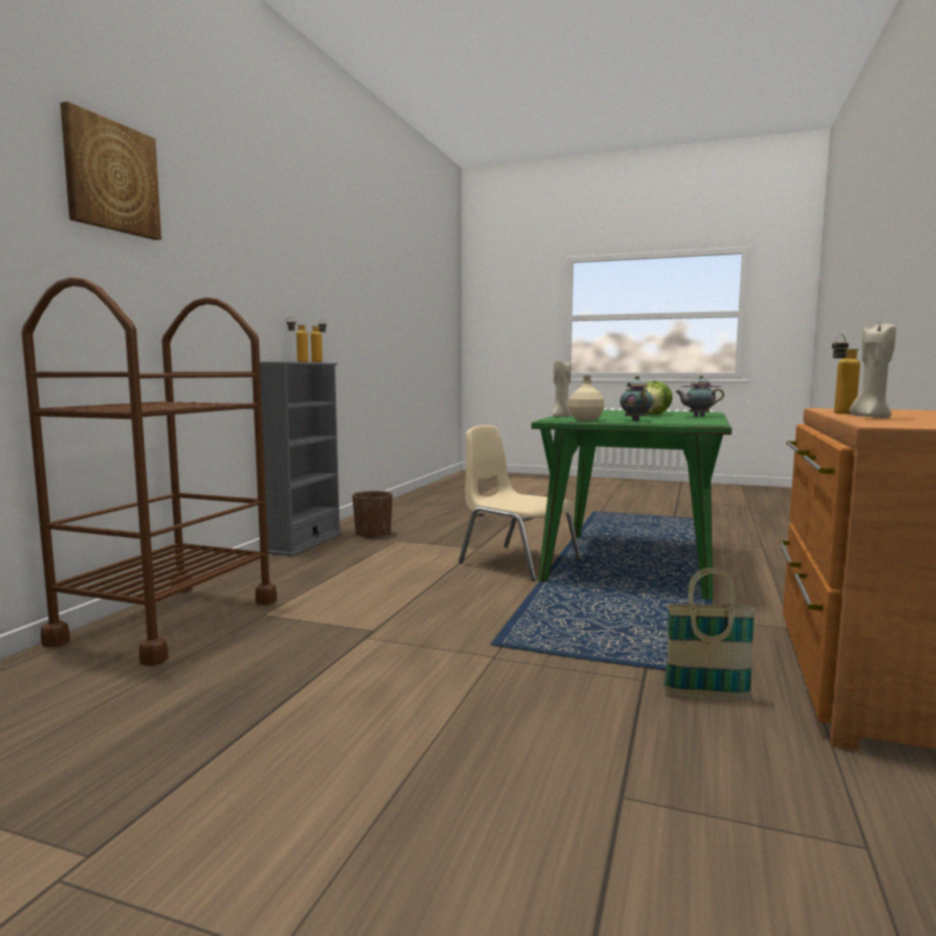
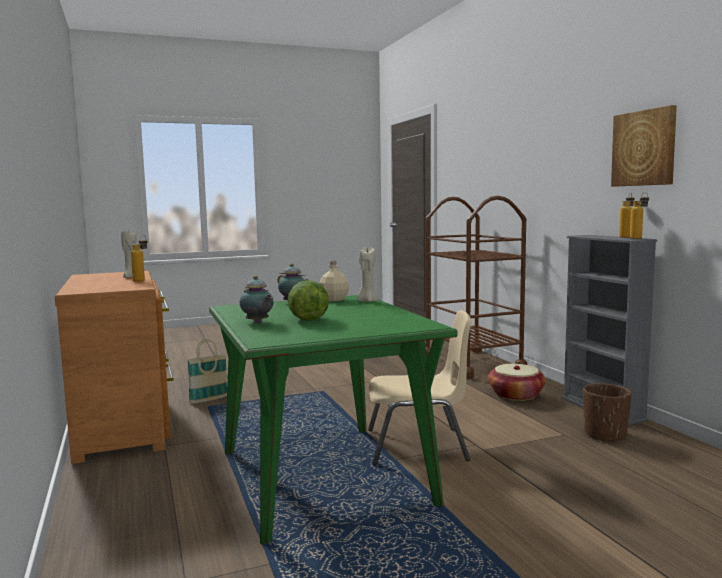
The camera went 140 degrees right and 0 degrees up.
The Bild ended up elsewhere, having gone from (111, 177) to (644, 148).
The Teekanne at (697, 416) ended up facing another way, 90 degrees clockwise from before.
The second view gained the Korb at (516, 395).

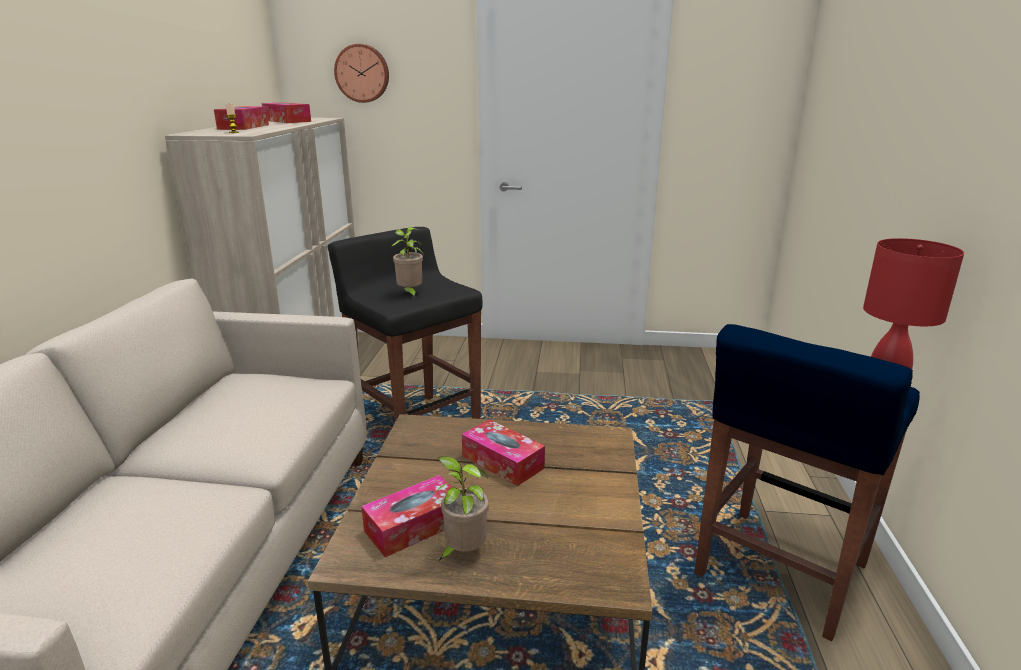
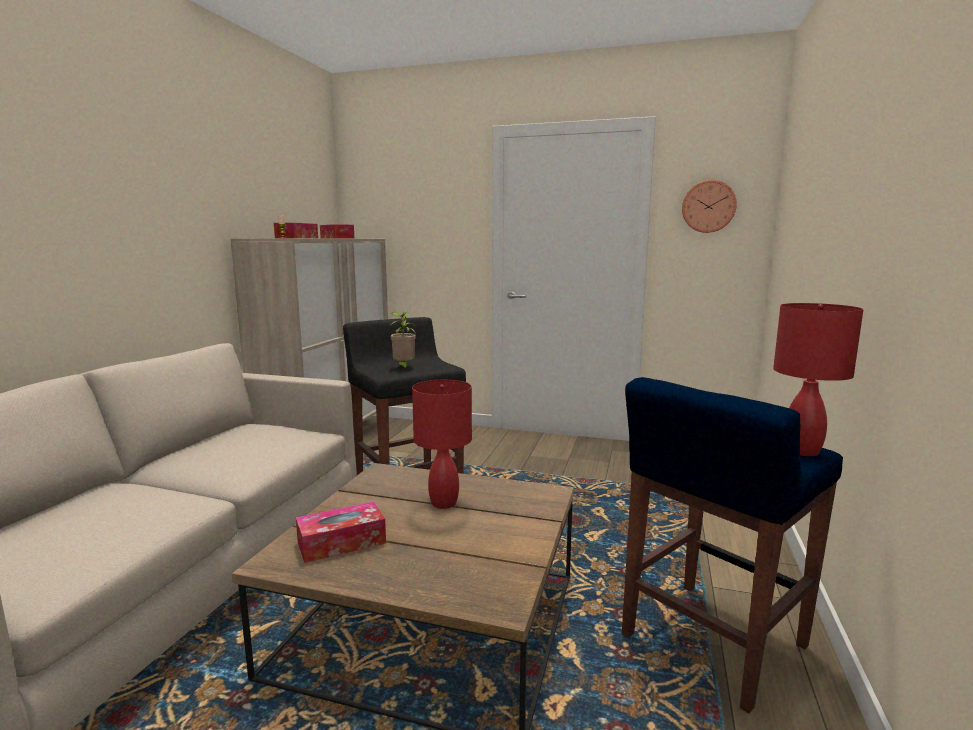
The camera went 10 degrees right and 10 degrees down.
The Wanduhr ended up elsewhere, having gone from (362, 73) to (708, 206).
The second view lost the Topfpflanze at (463, 552).
Where the Taschentuchbox stood at (502, 462), the Tischlampe [rot] came to stand at (443, 503).

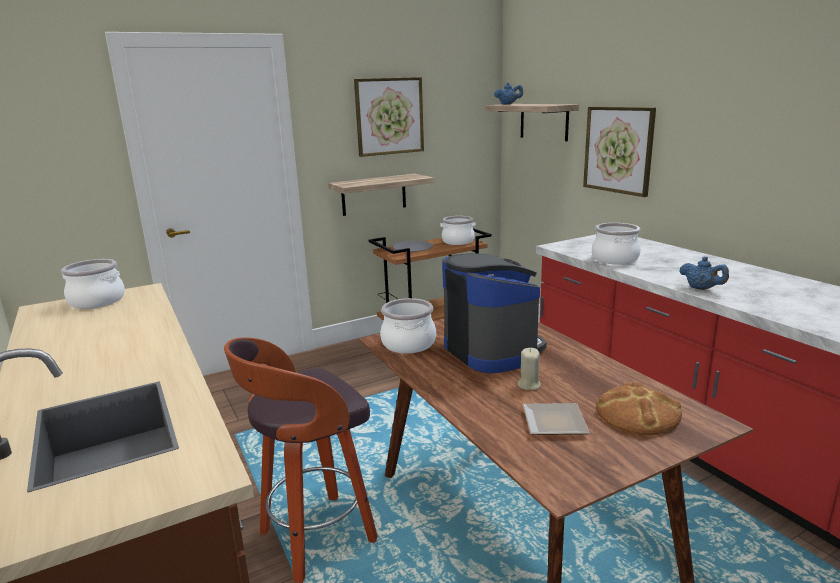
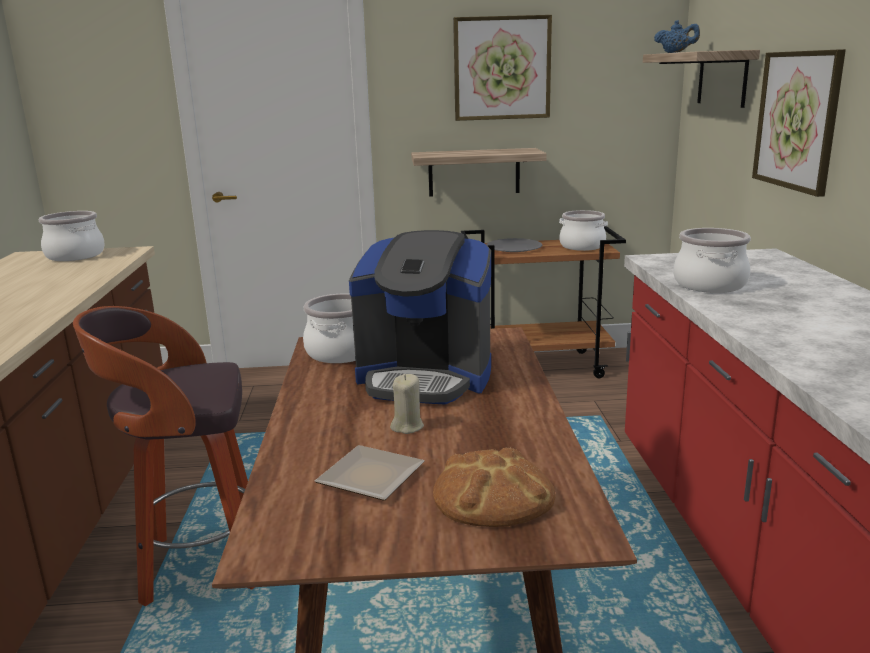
The camera went 25 degrees right and 0 degrees up.
The Kaffeemaschine at (492, 350) ended up facing another way, 105 degrees clockwise from before.
The second view lost the Teekanne [blau] at (701, 289).

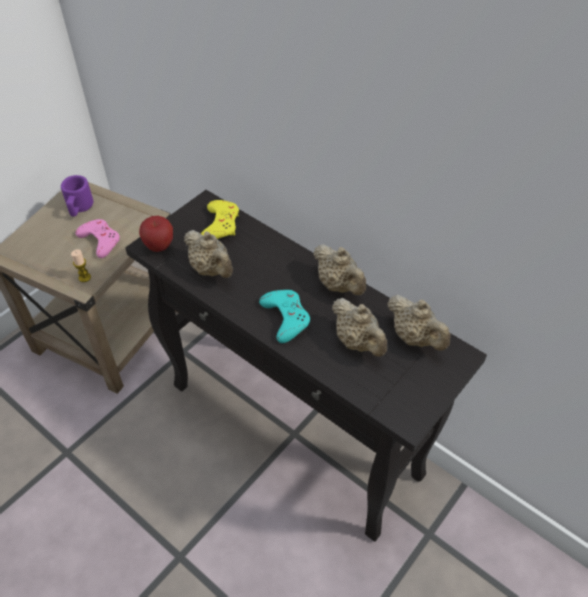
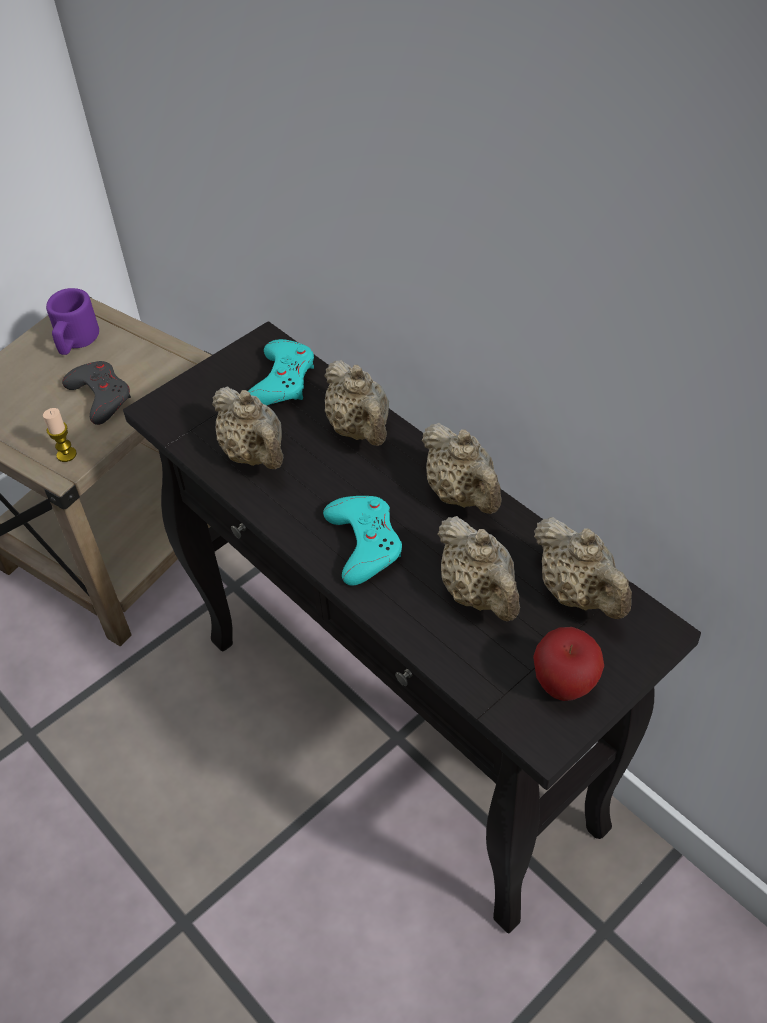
The camera went 10 degrees right and 0 degrees up.
What was the Gamepad [rosa] at (100, 240) turned into the Gamepad [grau] at (100, 396).
The Apfel ended up elsewhere, having gone from (159, 247) to (564, 685).
What was the Gamepad [gelb] at (220, 225) turned into the Gamepad [türkis] at (282, 381).
The second view gained the Teekanne [beige] at (360, 430).

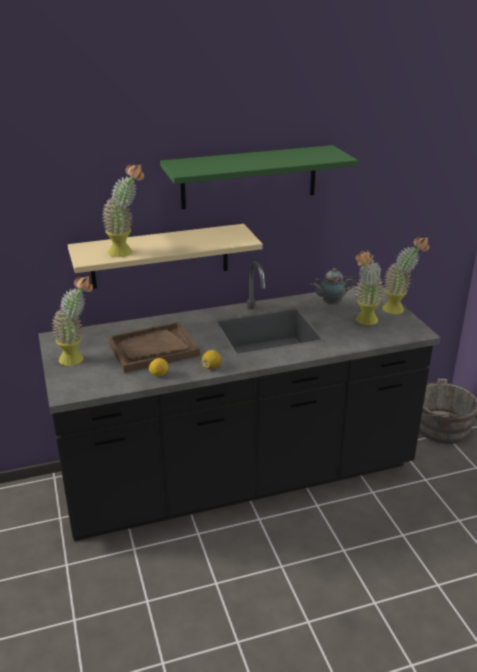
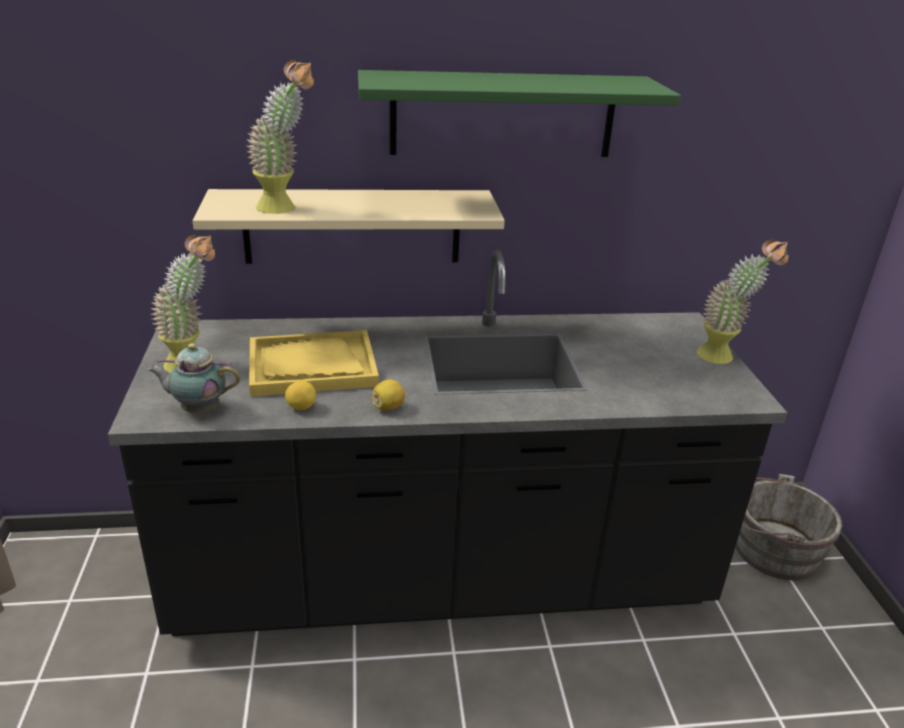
The camera went 10 degrees right and 0 degrees up.
What was the Tablett [braun] at (153, 349) turned into the Tablett [gelb] at (312, 366).
The Teekanne ended up elsewhere, having gone from (330, 303) to (198, 409).
The second view lost the Topfpflanze at (364, 322).

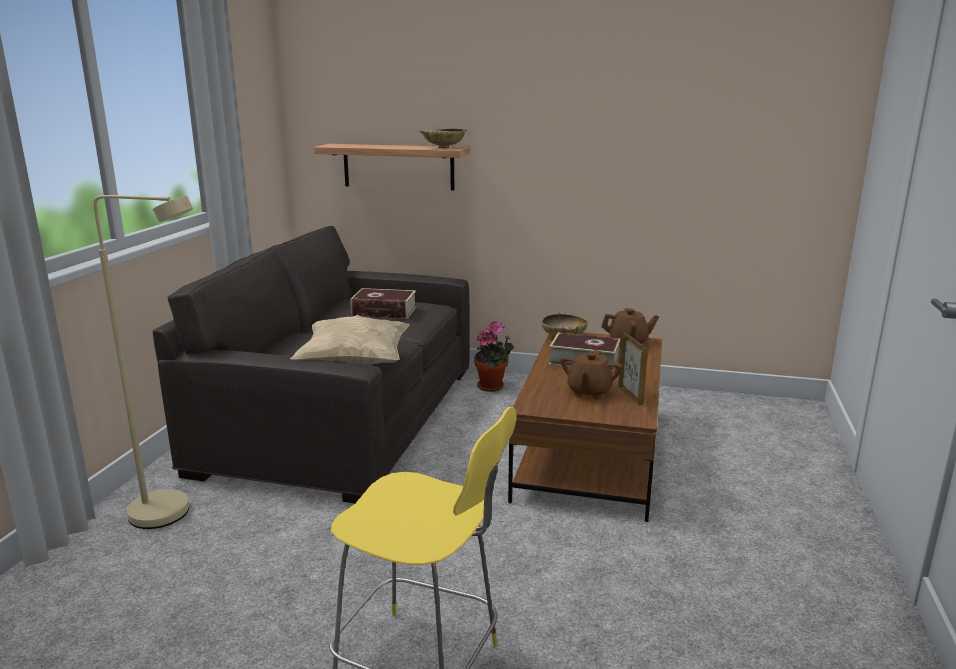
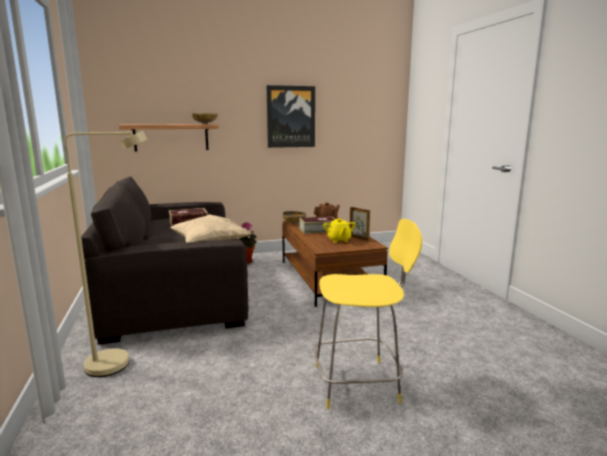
The camera went 30 degrees left and 5 degrees down.
What was the Teekanne [braun] at (589, 392) turned into the Teekanne [gelb] at (339, 240).
The second view gained the Bild at (291, 117).

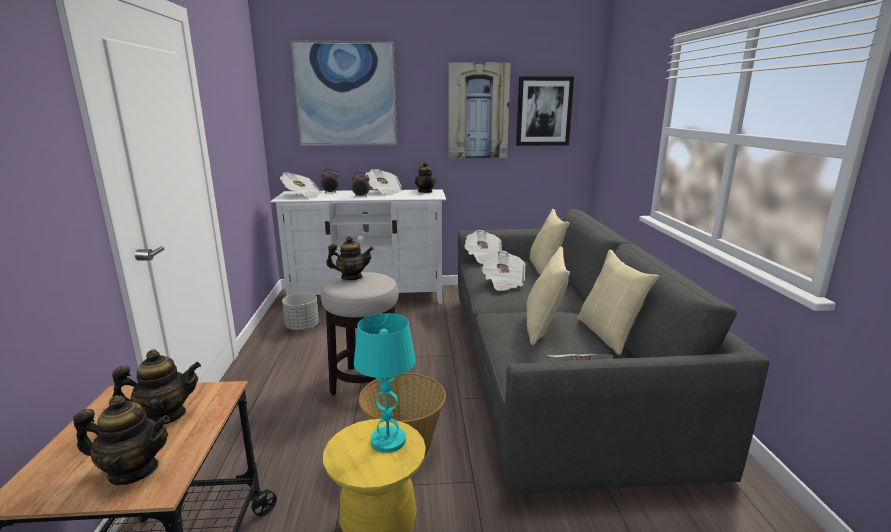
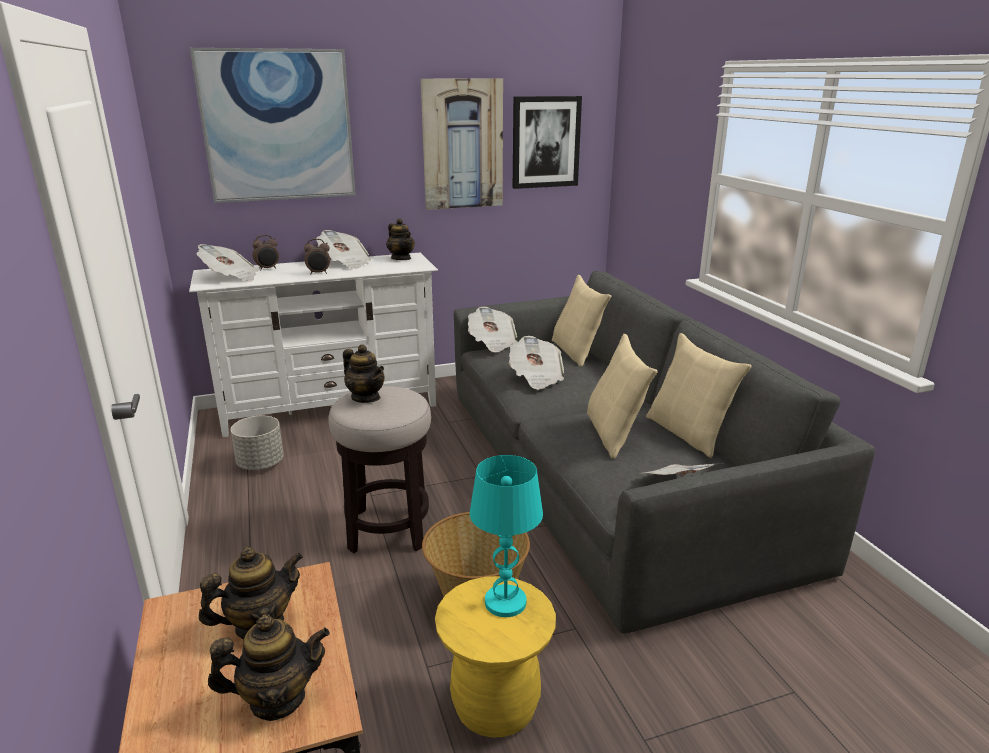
The camera went 15 degrees left and 5 degrees up.
The Teekanne at (351, 277) ended up facing another way, 60 degrees clockwise from before.

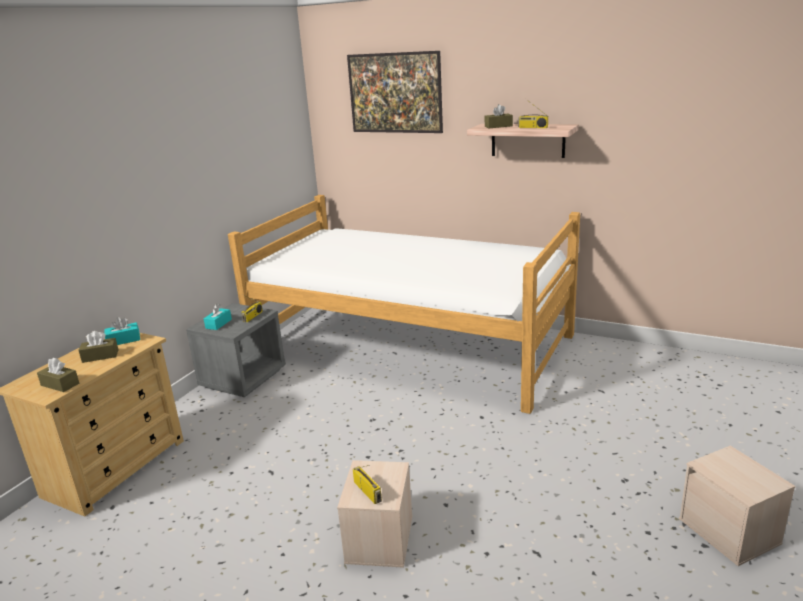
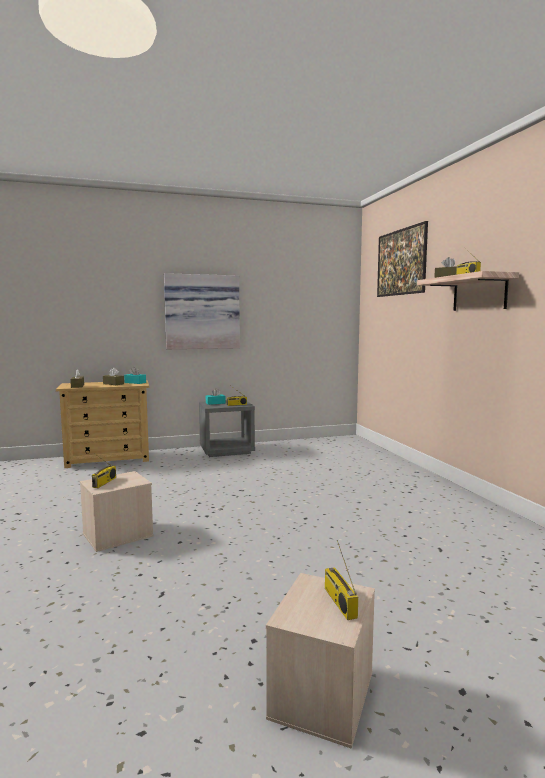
The camera went 45 degrees right and 15 degrees down.
The second view lost the Bett at (410, 344).
The second view gained the Bild at (202, 312).
The second view gained the Radio at (338, 602).

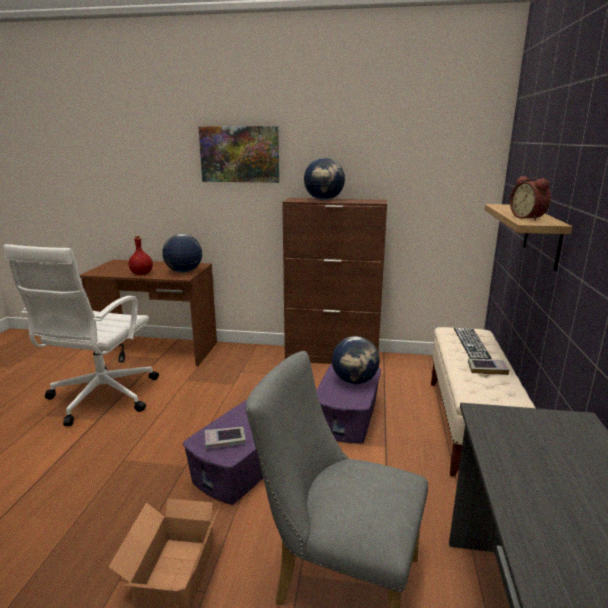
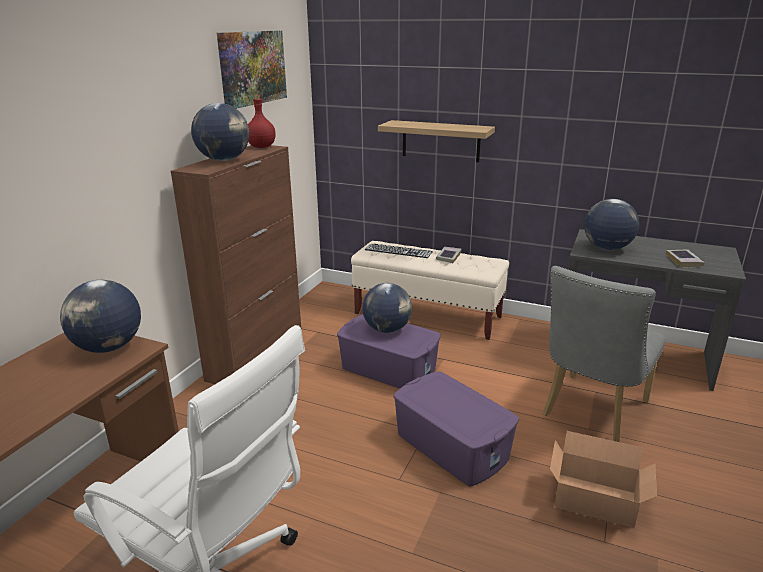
The camera went 75 degrees left and 5 degrees up.
The Flasche [rot] ended up elsewhere, having gone from (141, 274) to (262, 147).
The Bild ended up elsewhere, having gone from (240, 154) to (252, 68).
The Buch ended up elsewhere, having gone from (225, 440) to (683, 261).
The second view lost the Wecker at (528, 218).
The second view gained the Globus at (606, 248).

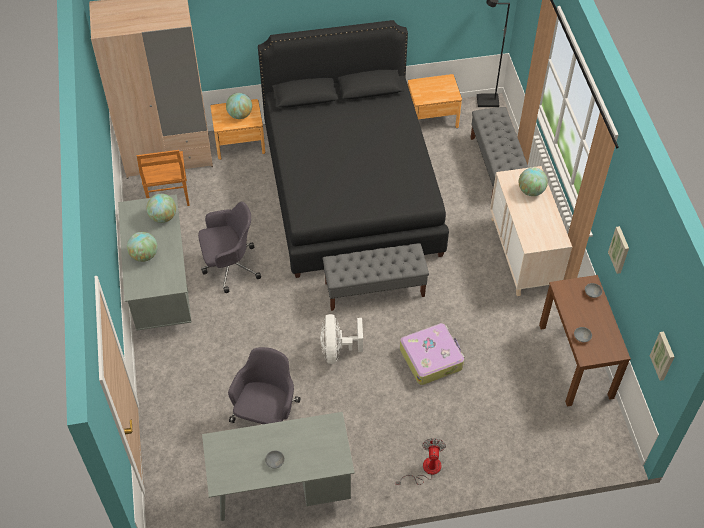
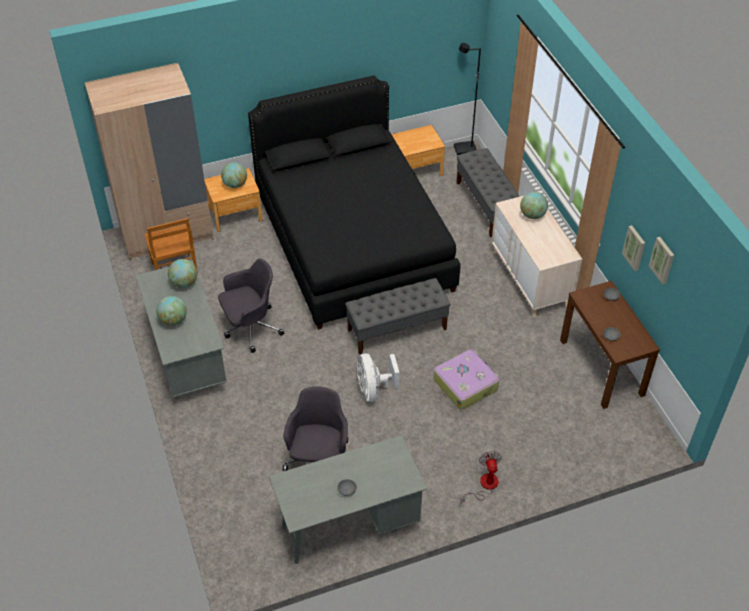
The camera went 10 degrees left and 5 degrees down.
The Bild ended up elsewhere, having gone from (663, 355) to (663, 260).

